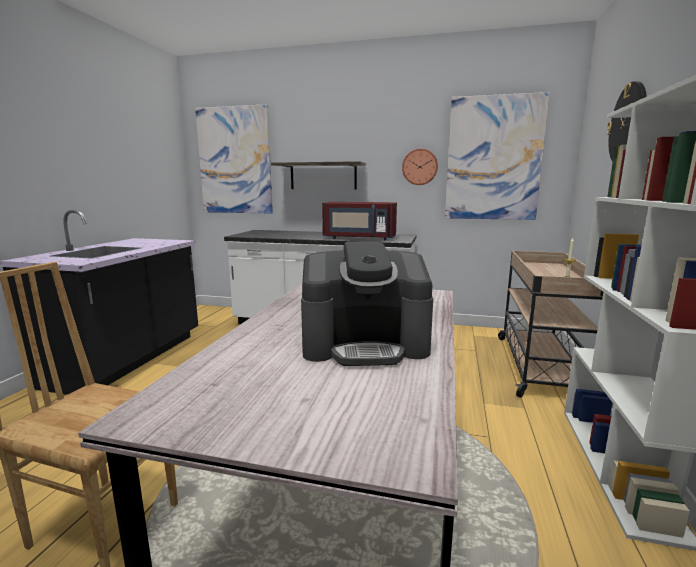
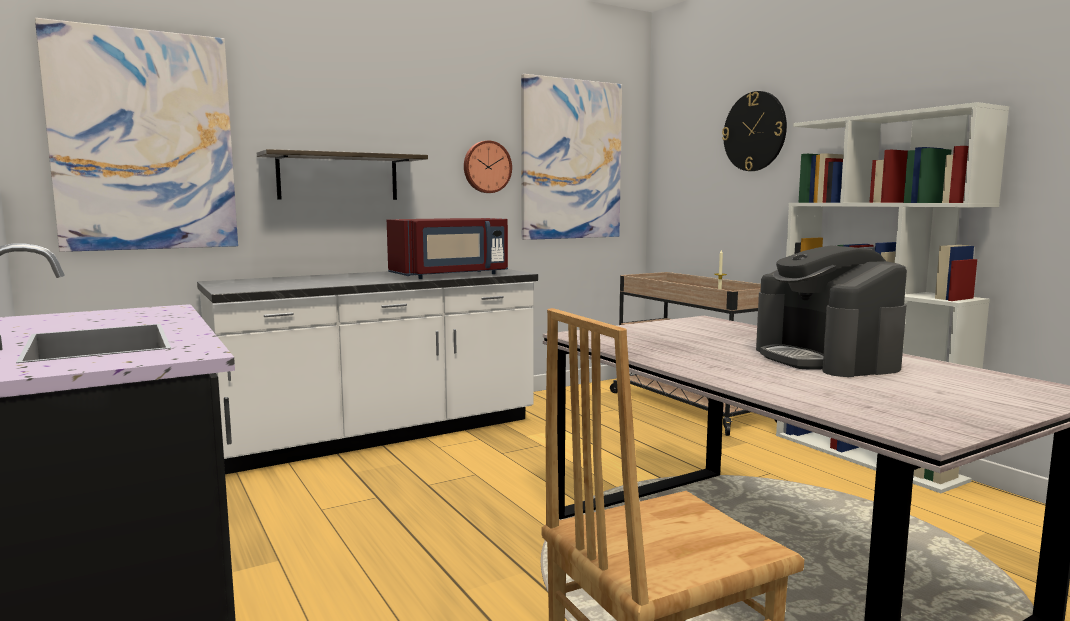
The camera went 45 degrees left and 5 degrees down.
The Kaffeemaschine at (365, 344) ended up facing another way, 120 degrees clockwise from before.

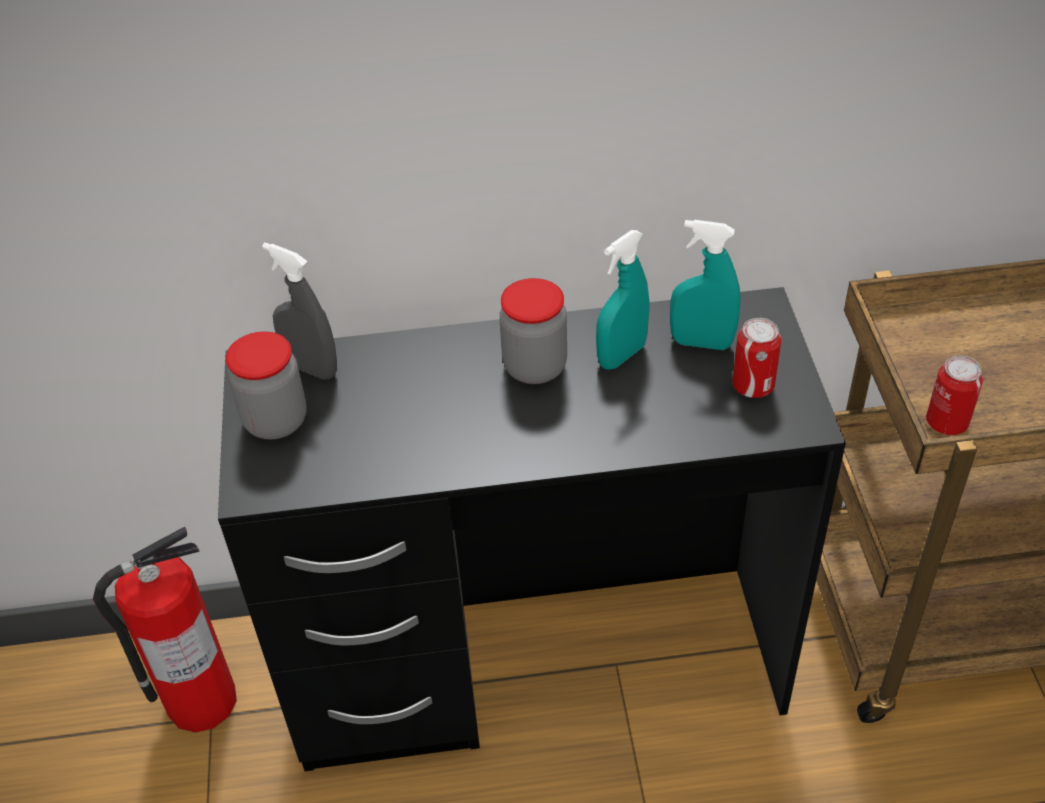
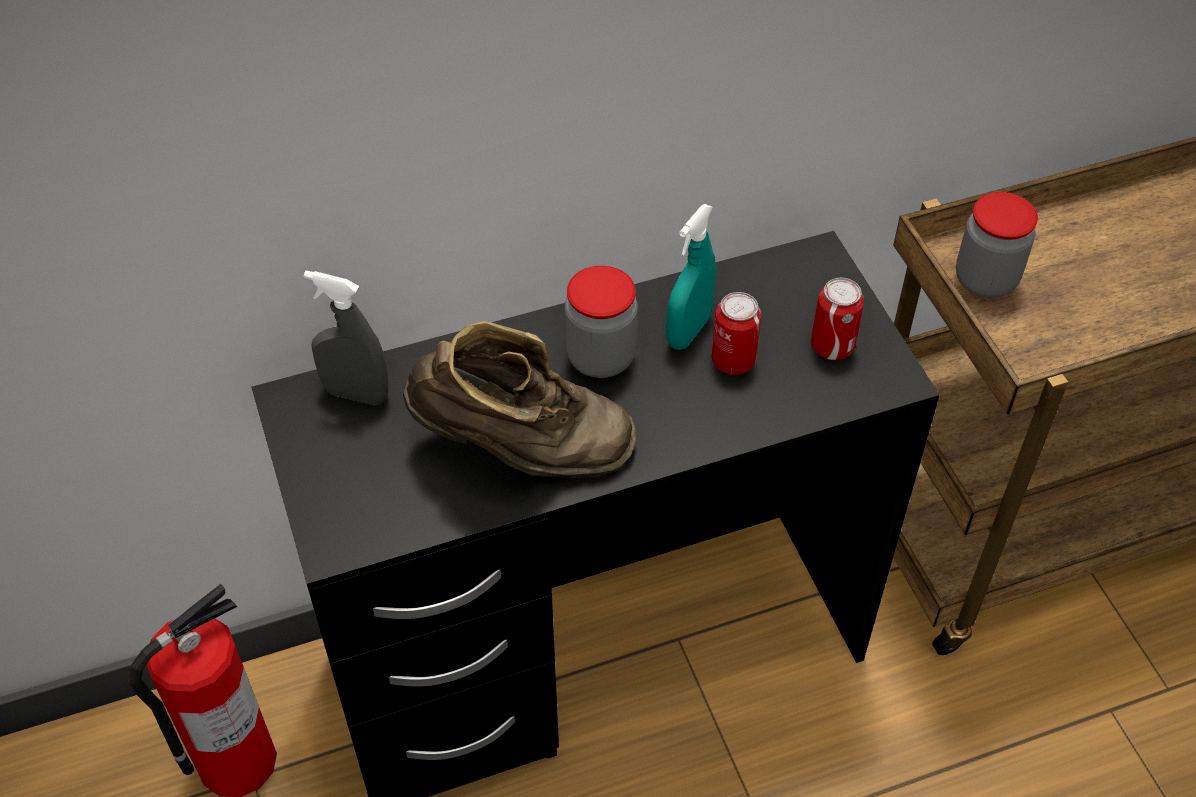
The camera went 15 degrees left and 5 degrees up.
The Vorratsglas ended up elsewhere, having gone from (275, 421) to (985, 280).
The second view lost the Sprühflasche [türkis] at (701, 343).
The Dose ended up elsewhere, having gone from (946, 422) to (733, 360).
The second view gained the Stiefel [braun] at (522, 452).

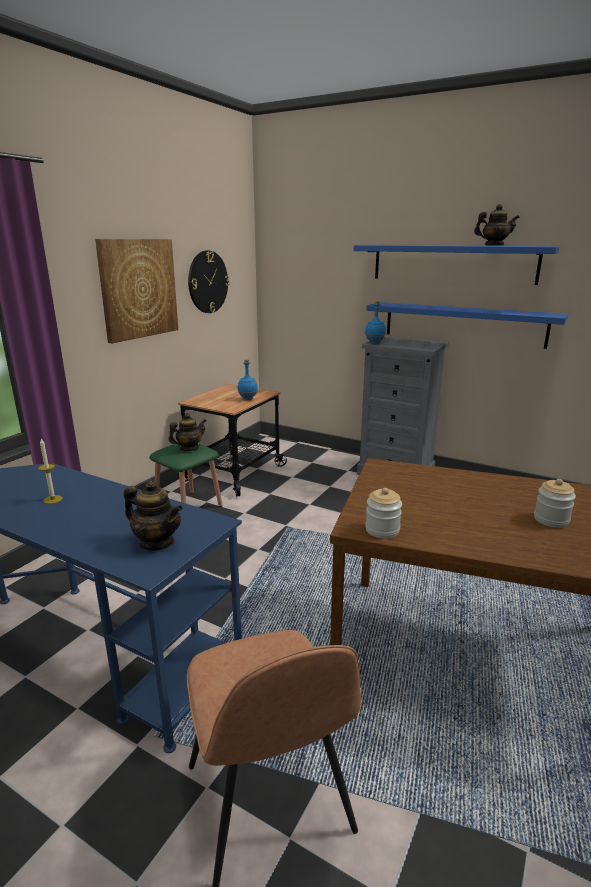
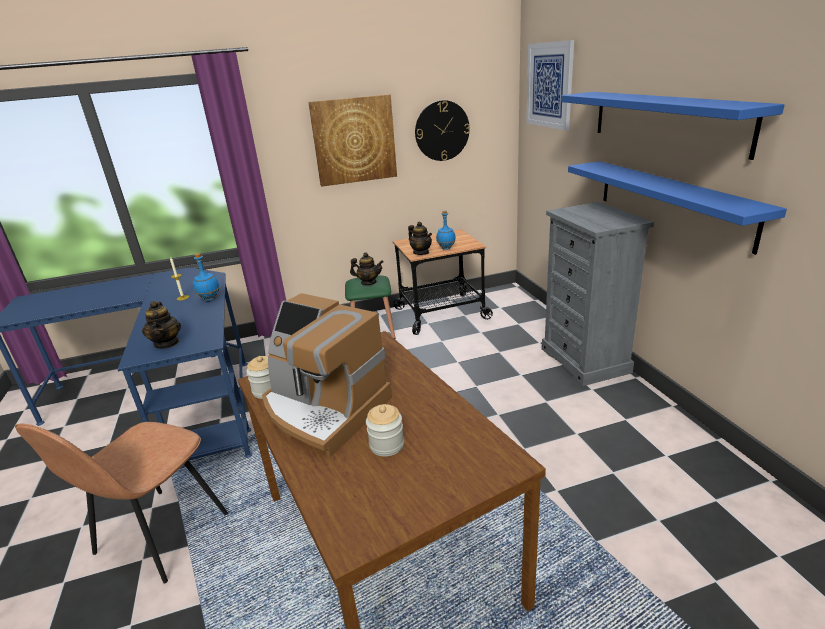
The camera went 45 degrees right and 5 degrees up.
The Flasche [blau] ended up elsewhere, having gone from (374, 343) to (209, 299).
The Teekanne ended up elsewhere, having gone from (493, 245) to (421, 252).
The second view gained the Kaffeemaschine at (324, 409).
The second view gained the Bild at (549, 85).

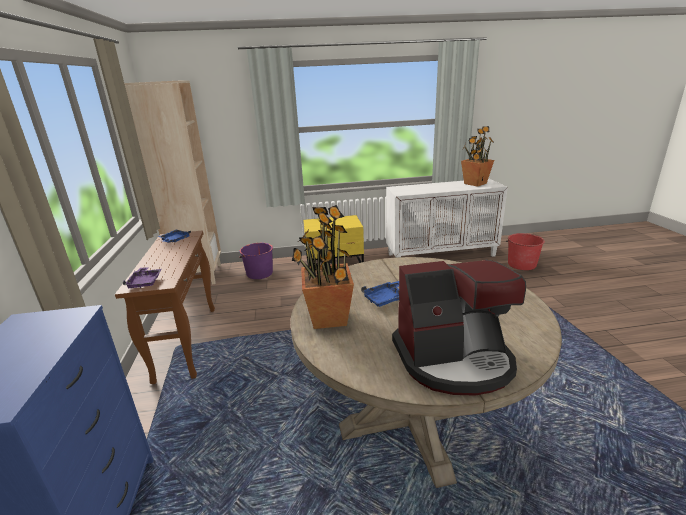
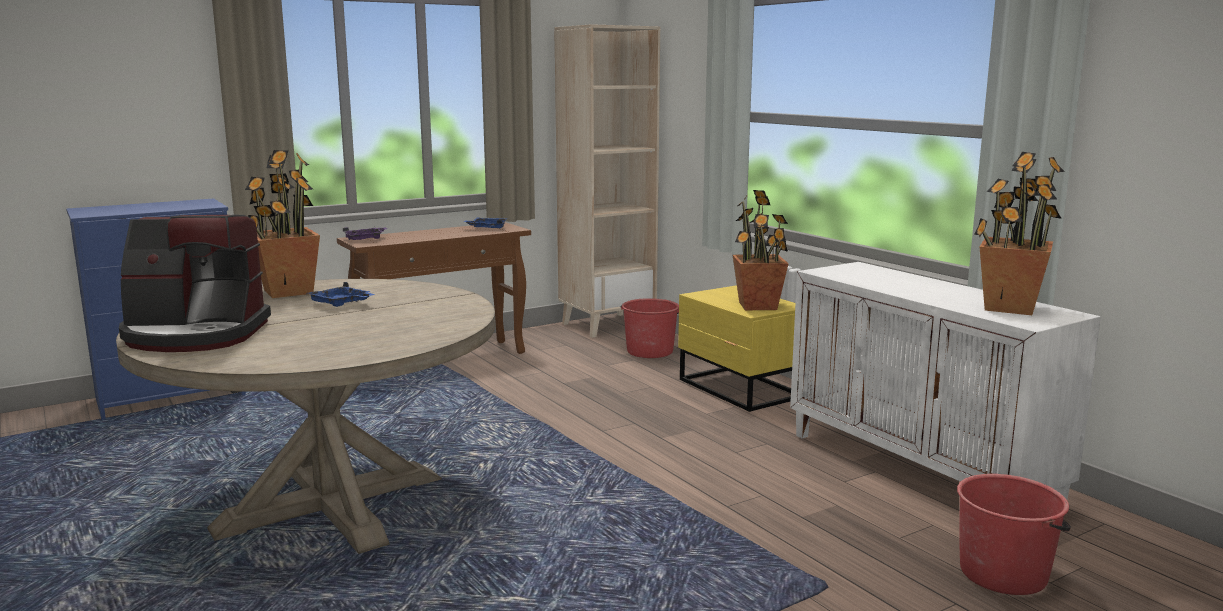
The camera went 65 degrees right and 10 degrees down.
What was the Eimer [lila] at (259, 273) turned into the Eimer [rot] at (650, 351).
The Kaffeemaschine at (454, 360) ended up facing another way, 60 degrees counterclockwise from before.
The second view gained the Topfpflanze at (758, 306).

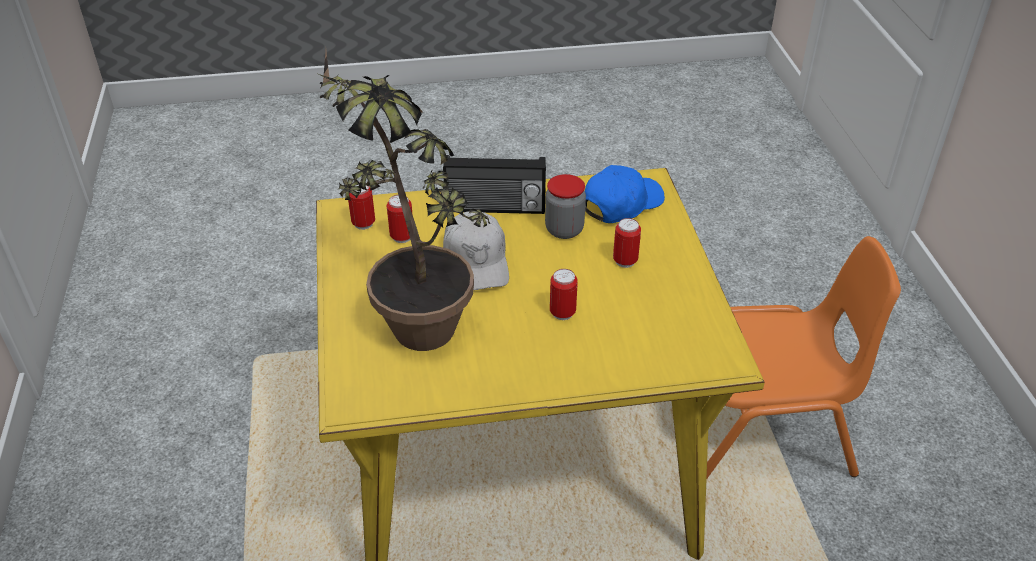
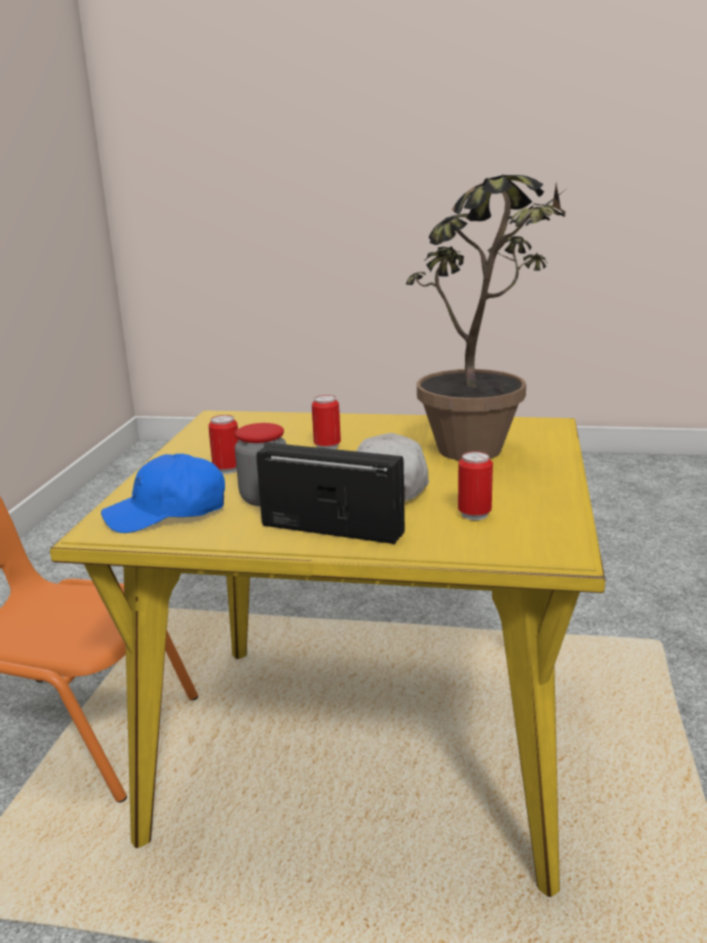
The camera went 160 degrees left and 20 degrees down.
The second view lost the Dose at (363, 223).

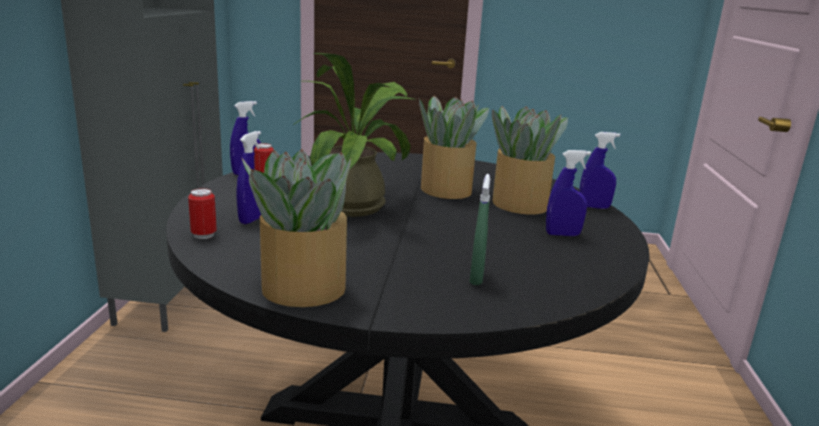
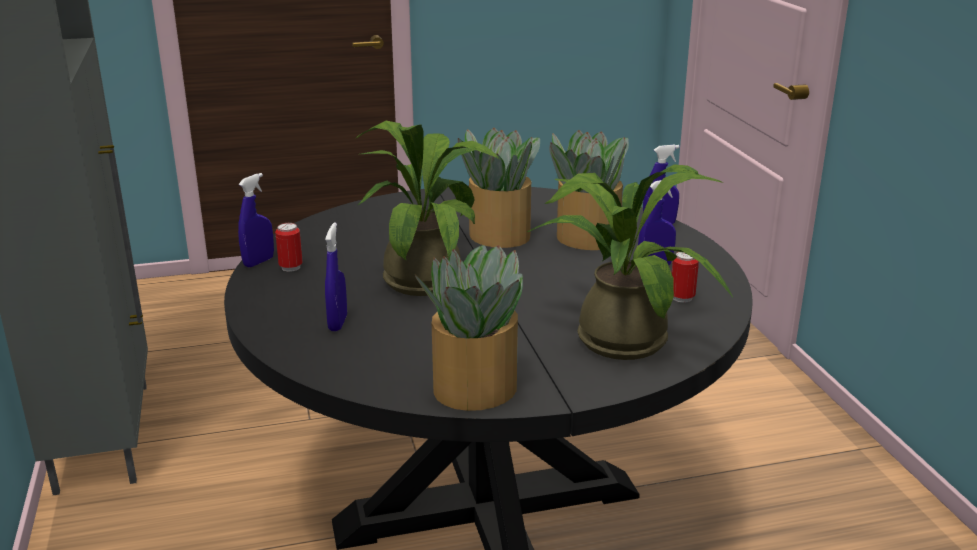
The camera went 20 degrees left and 5 degrees up.
The Dose ended up elsewhere, having gone from (204, 235) to (682, 298).
Where the Sprühflasche [grün] stood at (476, 277), the Topfpflanze came to stand at (617, 335).

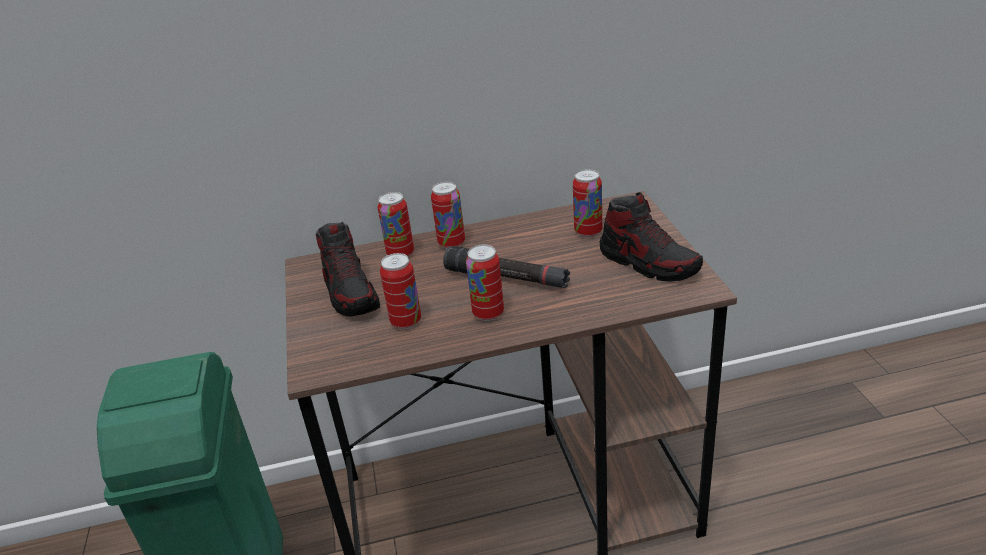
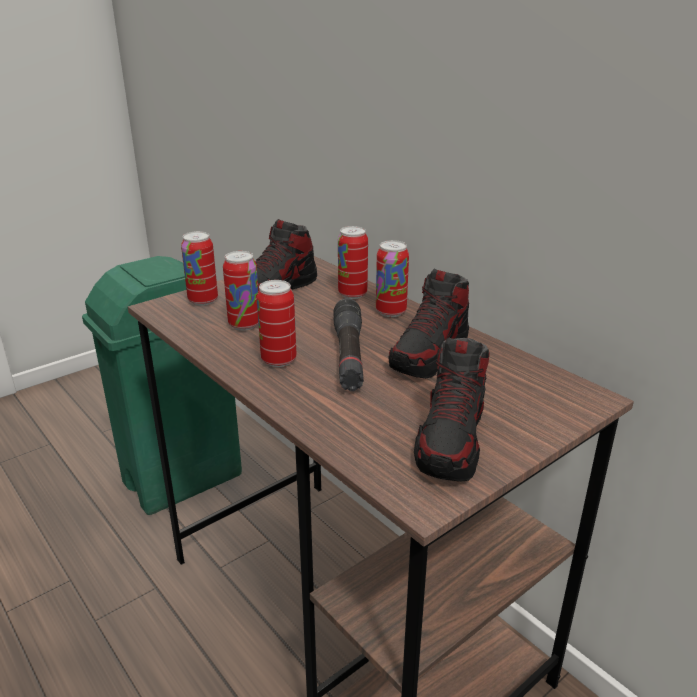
The camera went 60 degrees right and 5 degrees down.
The Dose ended up elsewhere, having gone from (588, 232) to (203, 301).
The second view gained the Schuh at (430, 354).

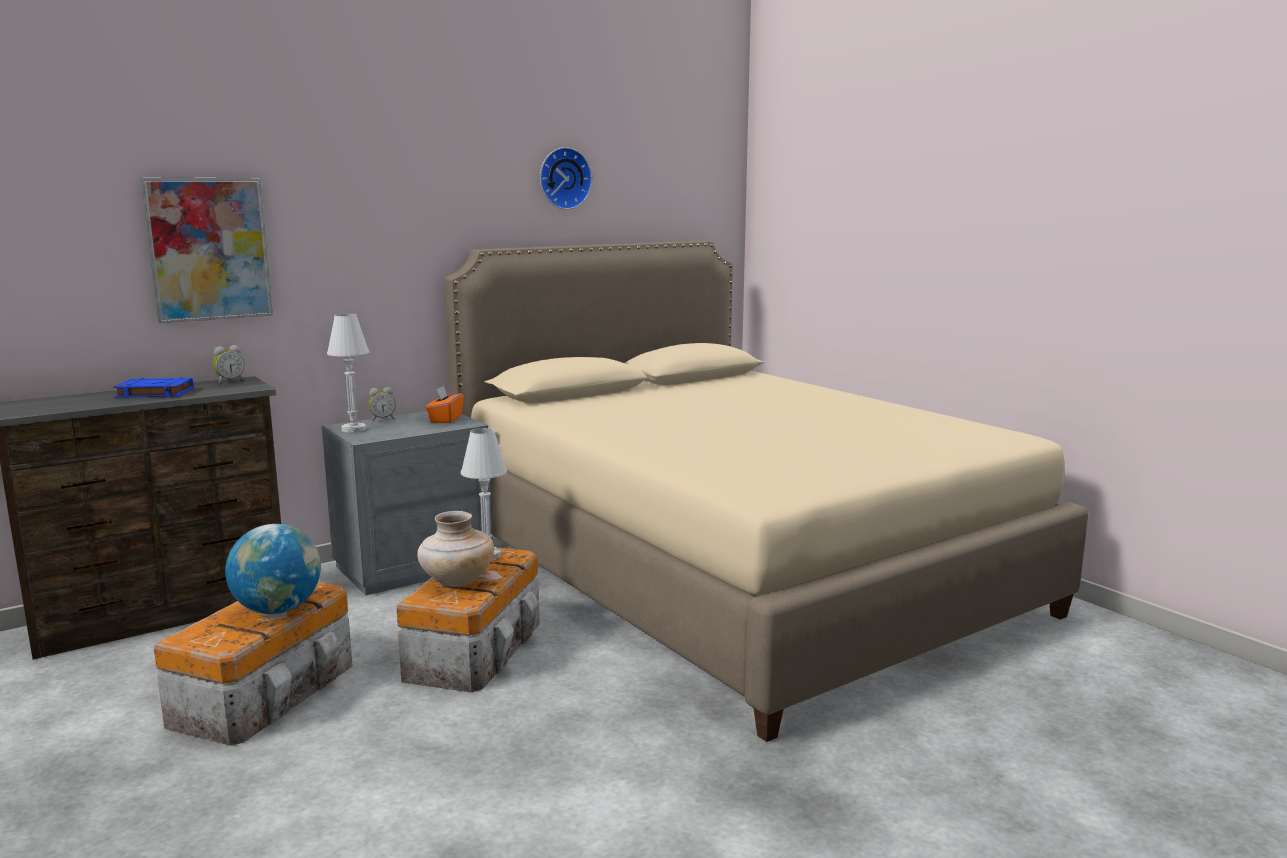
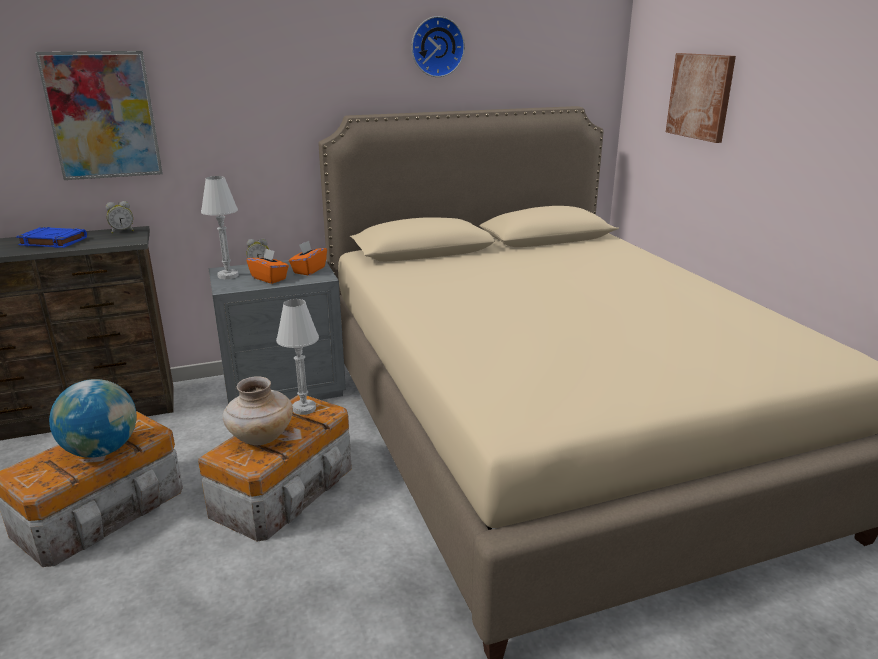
The camera went 15 degrees right and 10 degrees up.
The second view gained the Taschentuchbox [orange] at (269, 278).
The second view gained the Bild at (700, 96).

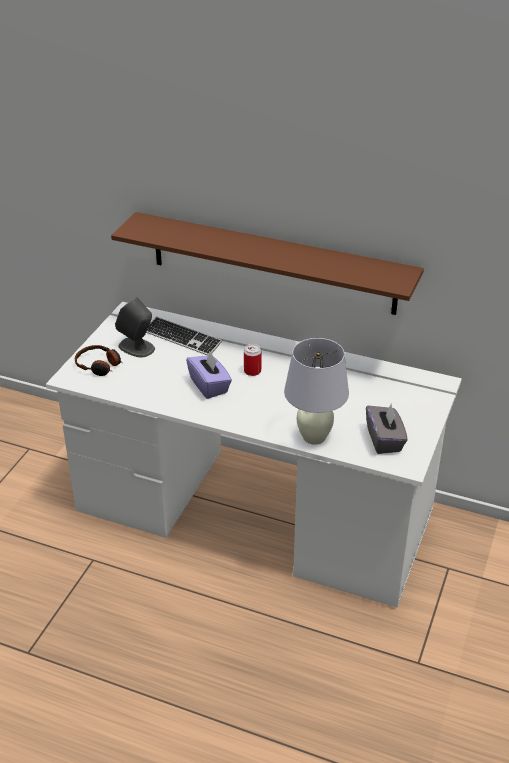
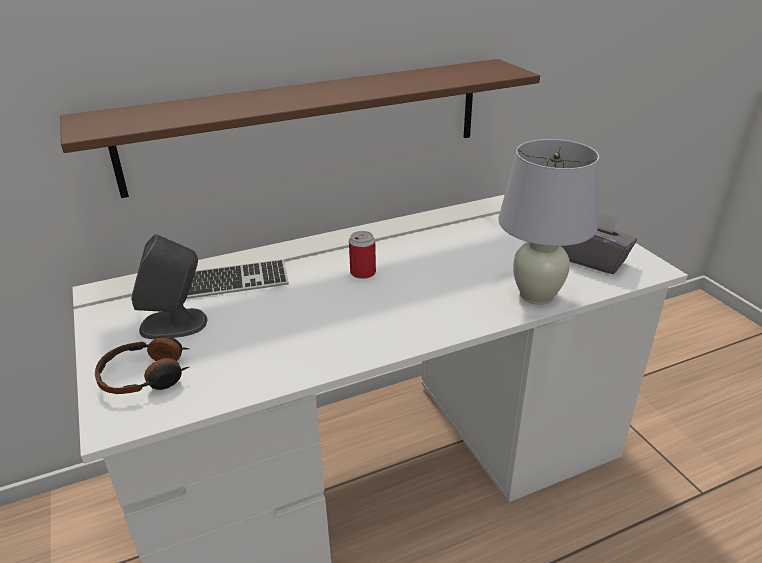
The camera went 45 degrees left and 5 degrees down.
The second view lost the Taschentuchbox [lila] at (209, 386).

